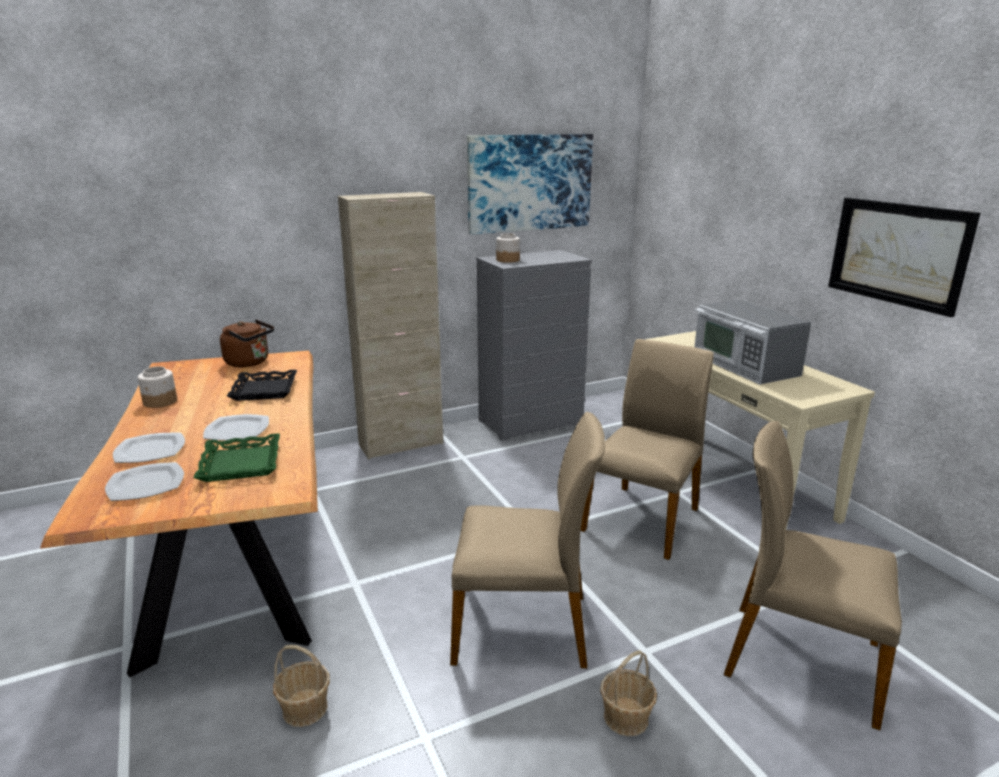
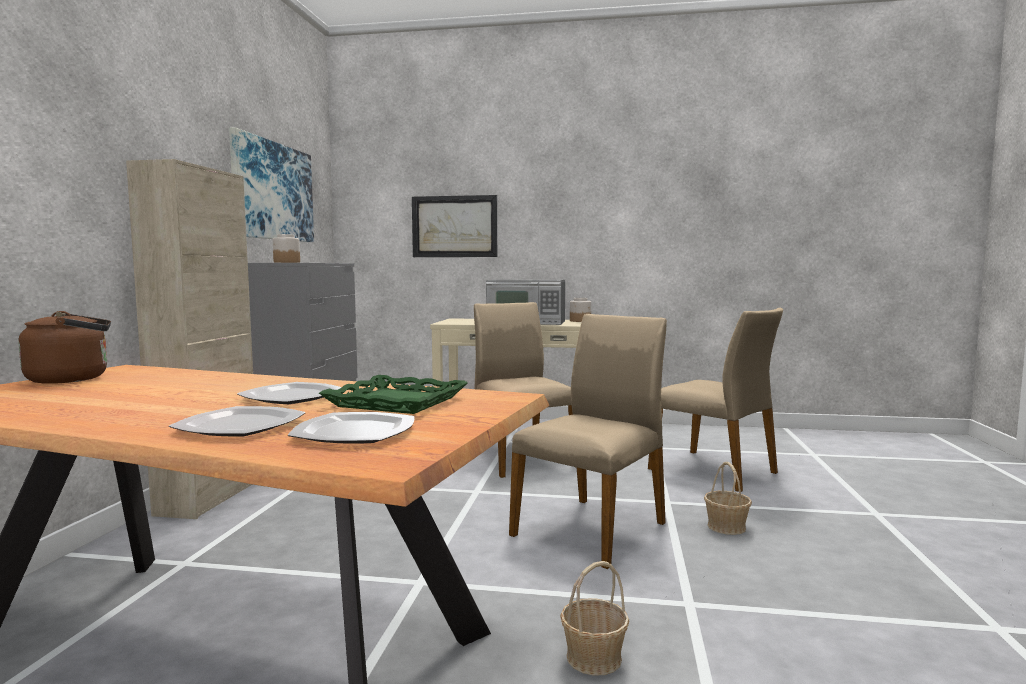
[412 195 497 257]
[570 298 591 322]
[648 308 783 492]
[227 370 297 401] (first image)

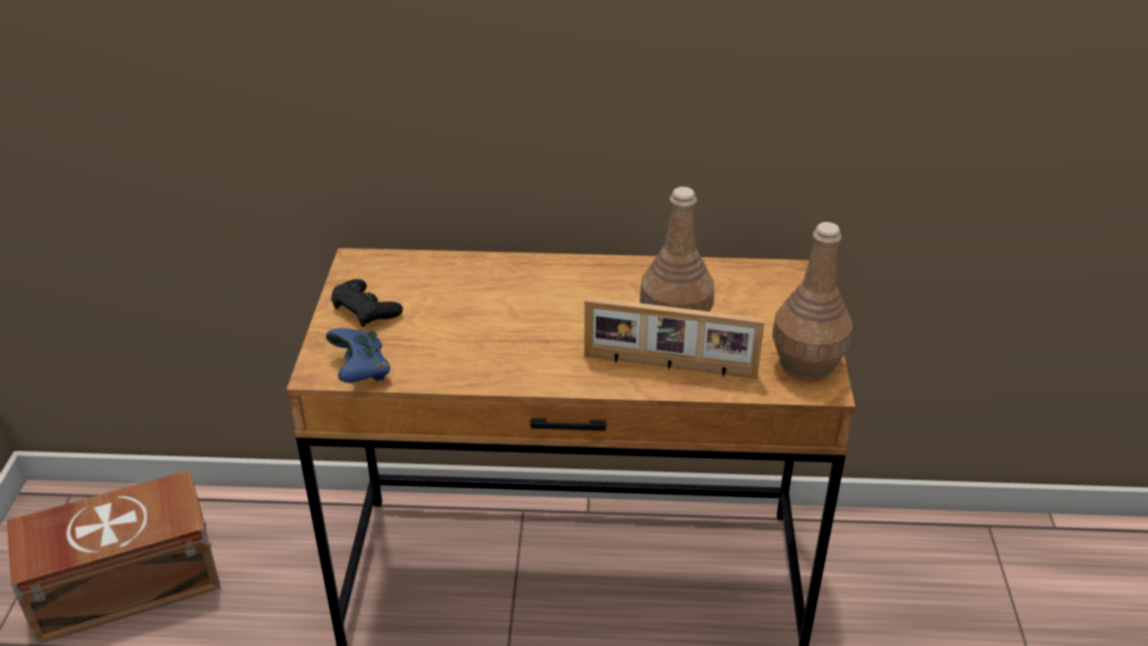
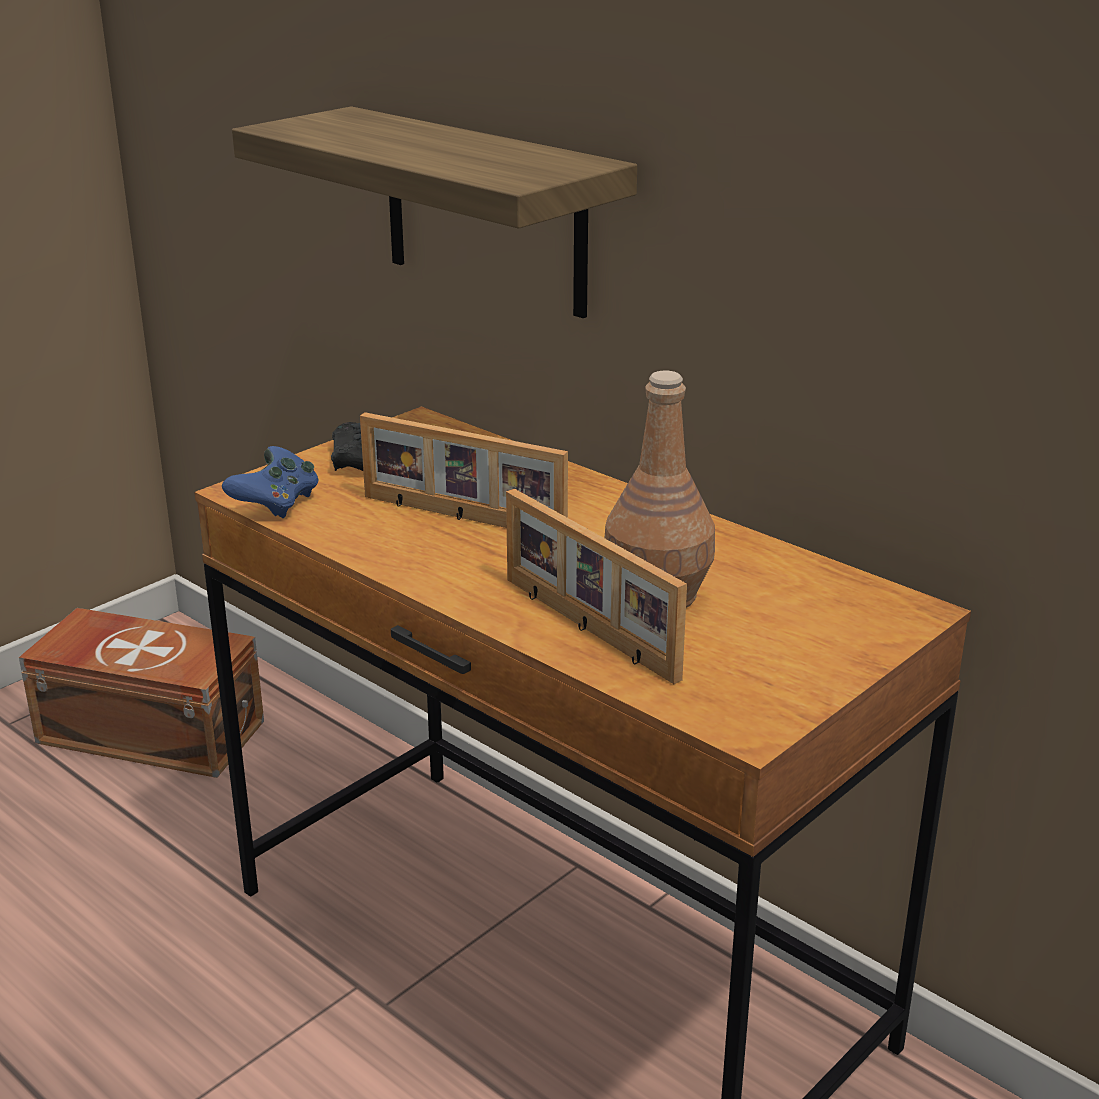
[232 106 637 318]
[360 412 568 528]
[772 222 852 381] (first image)

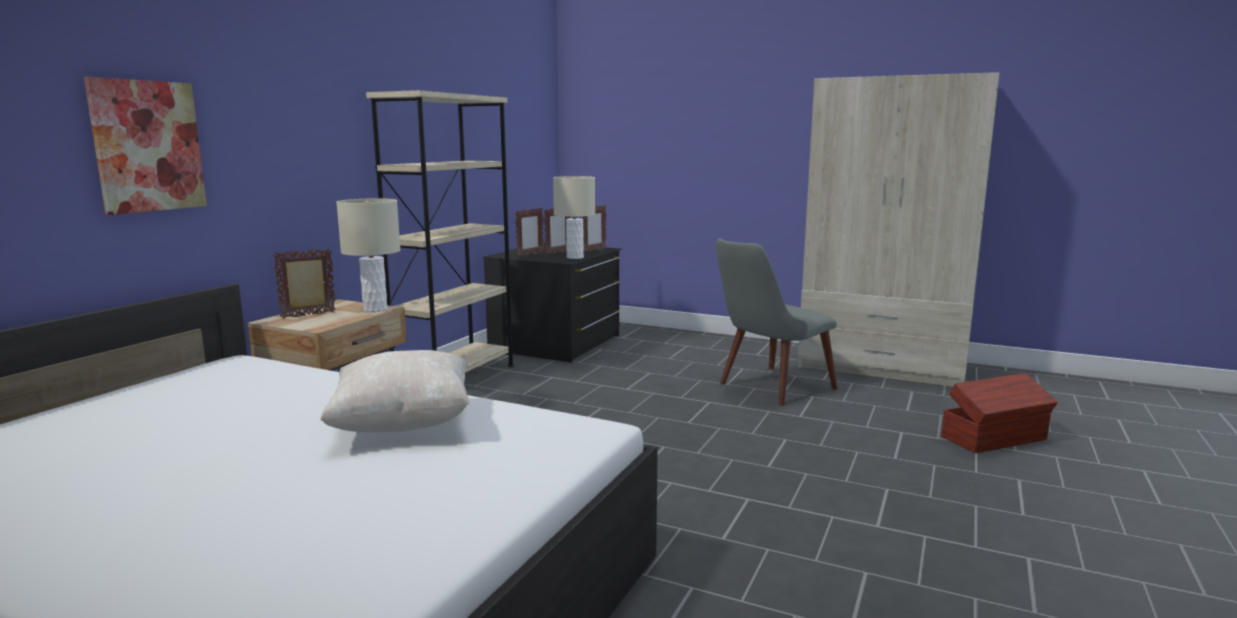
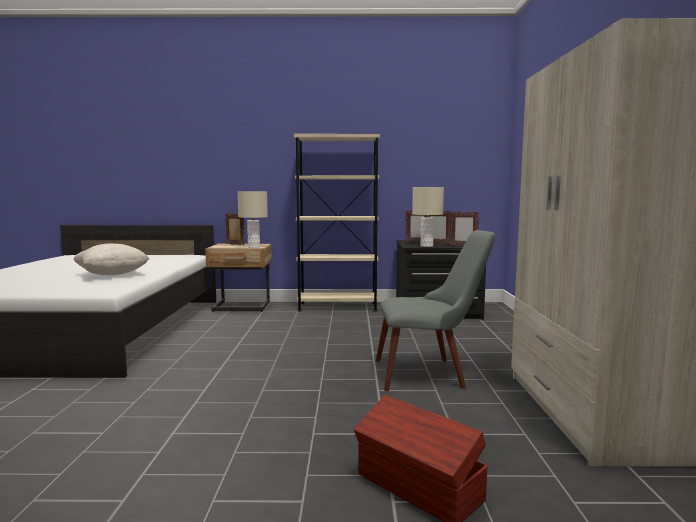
[376 230 495 391]
[84 77 207 215] (first image)

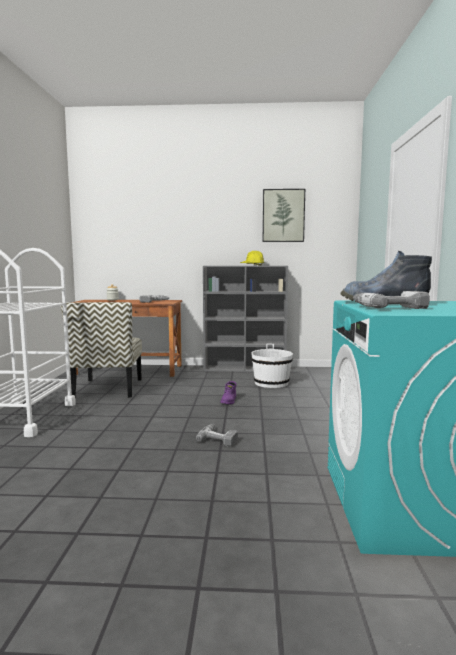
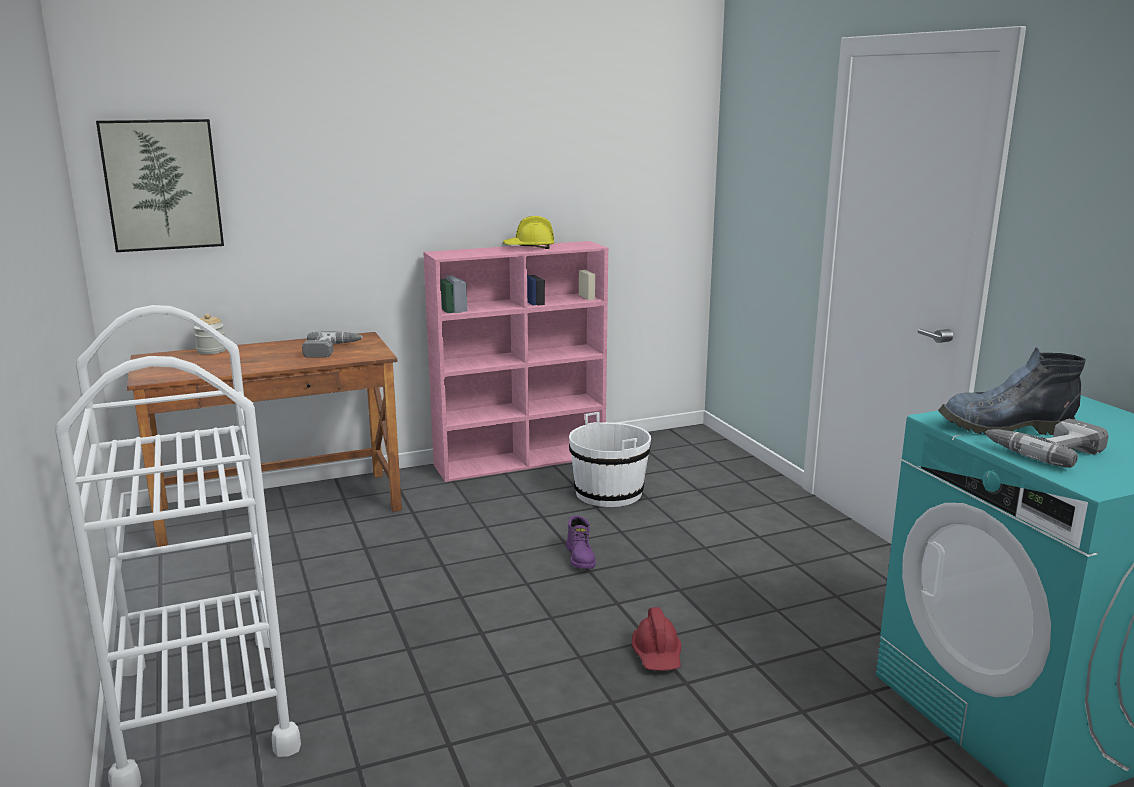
[96 119 224 252]
[423 241 608 482]
[632 607 681 671]
[61 302 142 398] (first image)

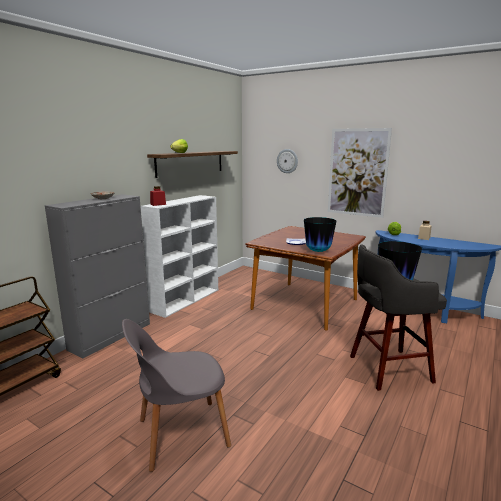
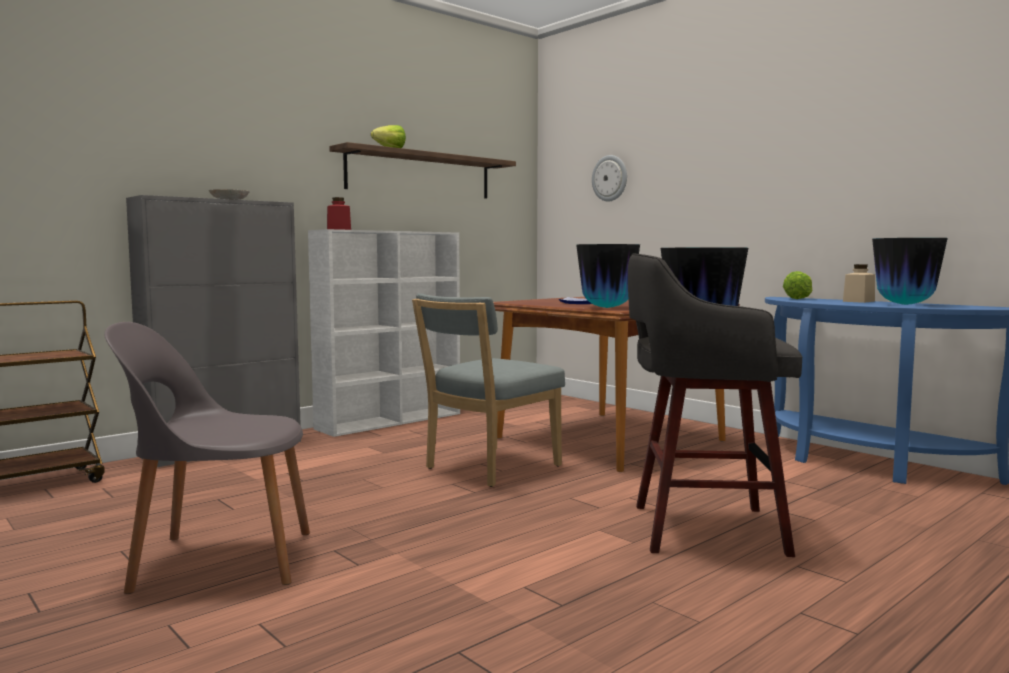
[412 293 565 487]
[872 238 948 305]
[328 128 392 218] (first image)

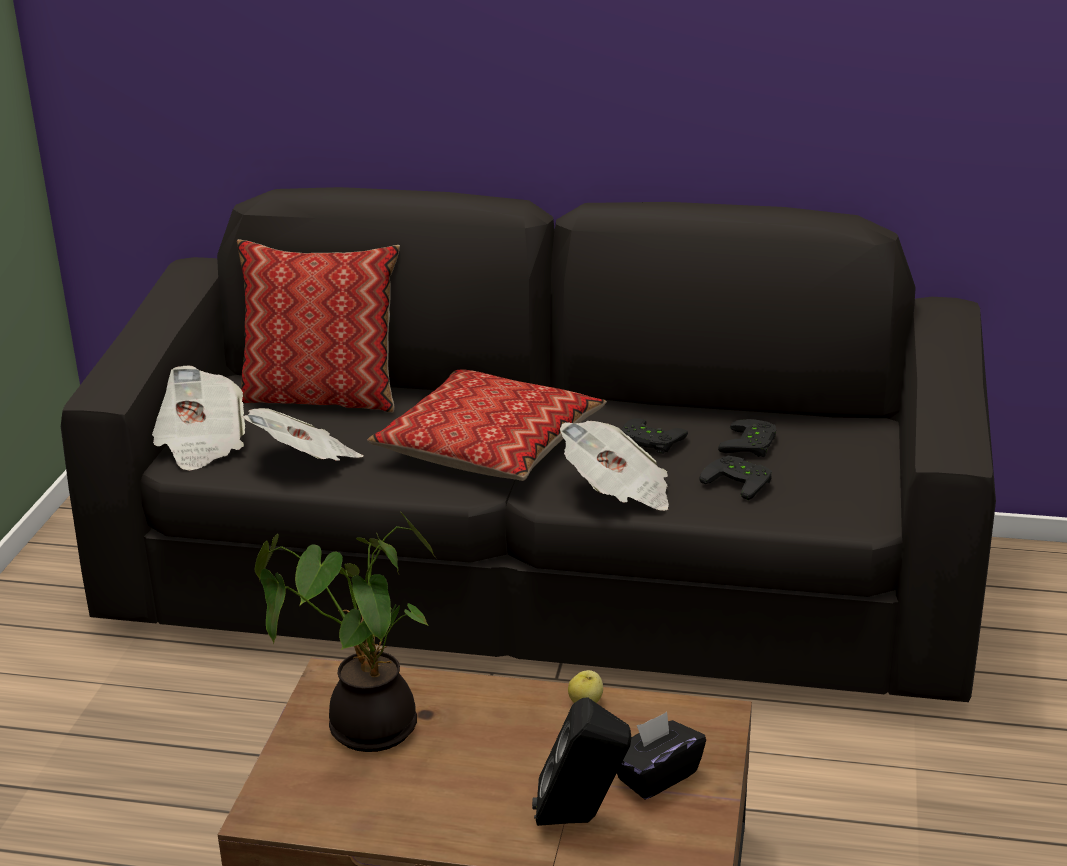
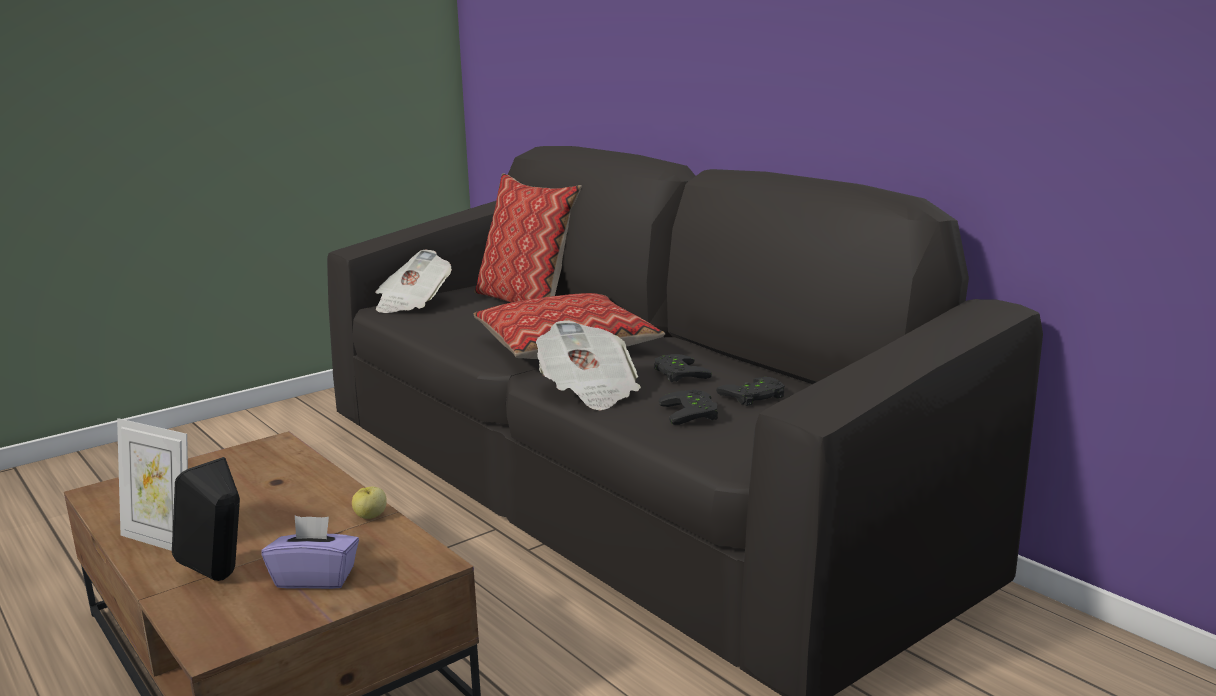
[117 418 188 551]
[261 516 359 589]
[242 408 363 461] (first image)
[255 513 437 752] (first image)

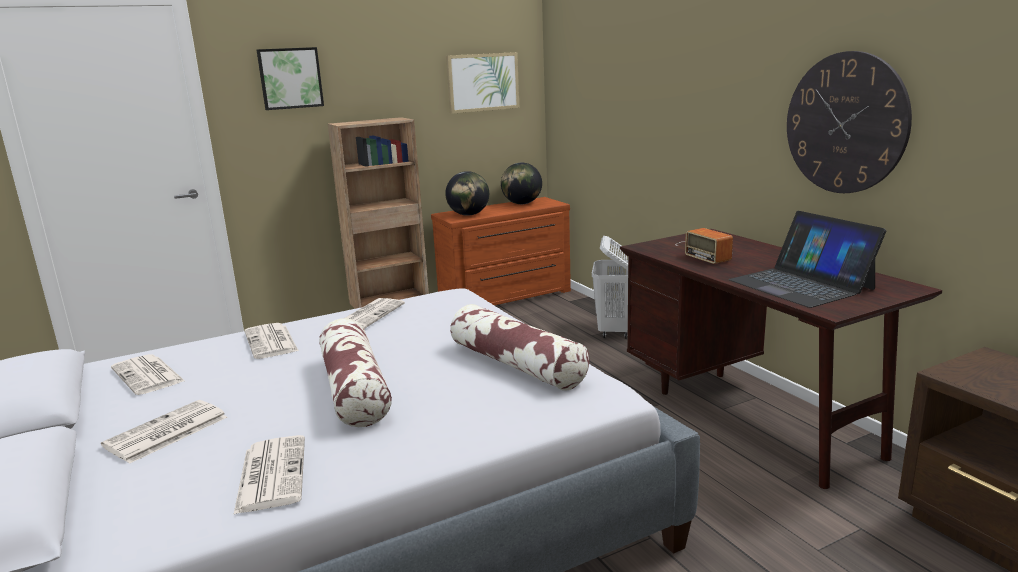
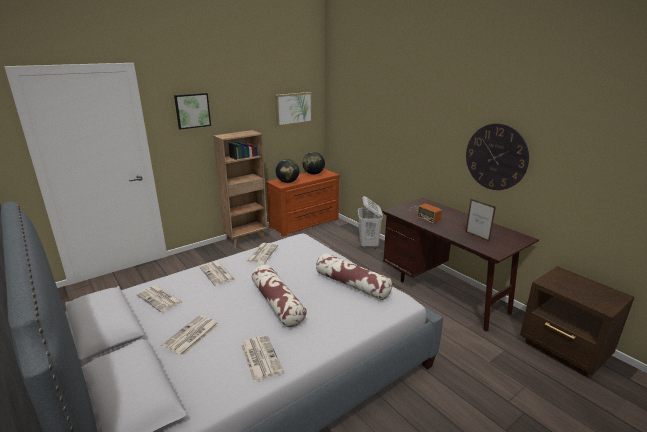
[466 199 496 242]

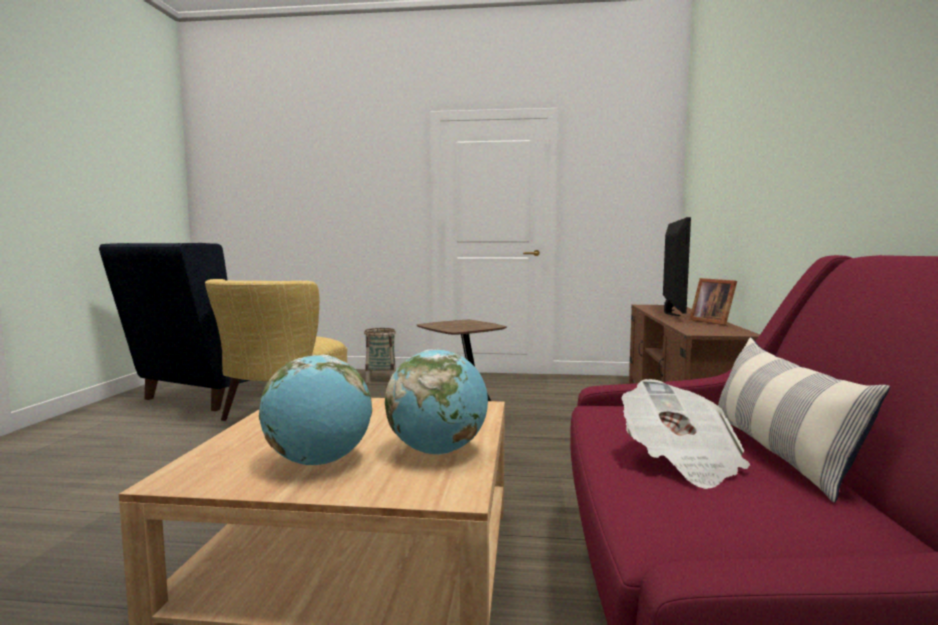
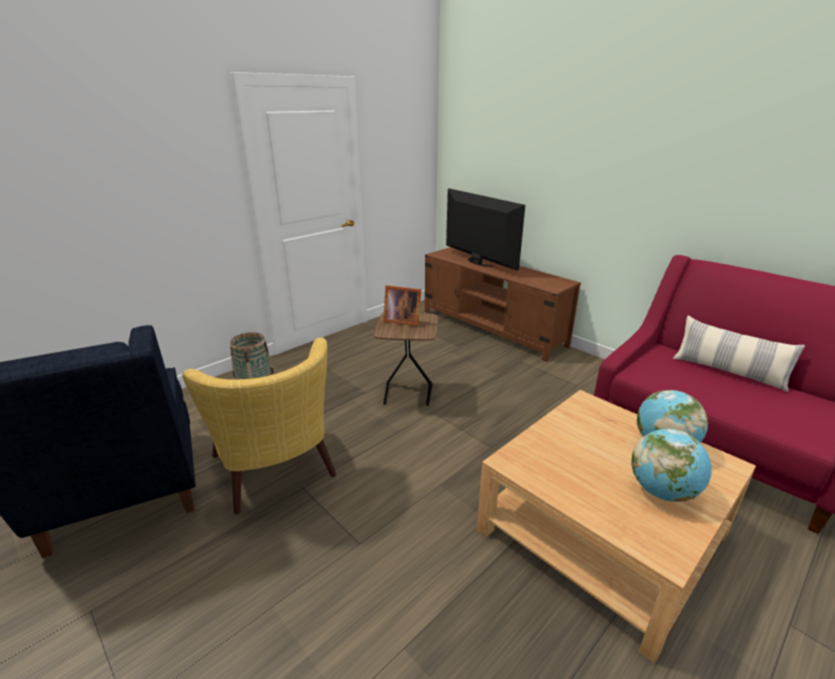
[383 285 421 326]
[621 379 750 489] (first image)

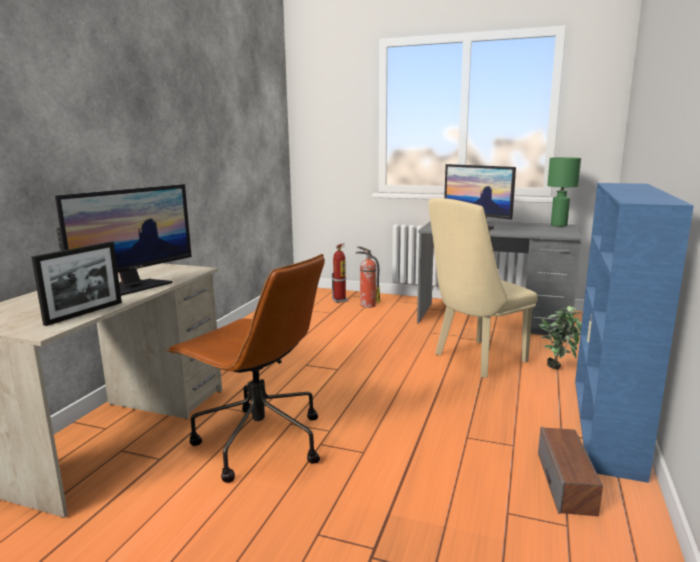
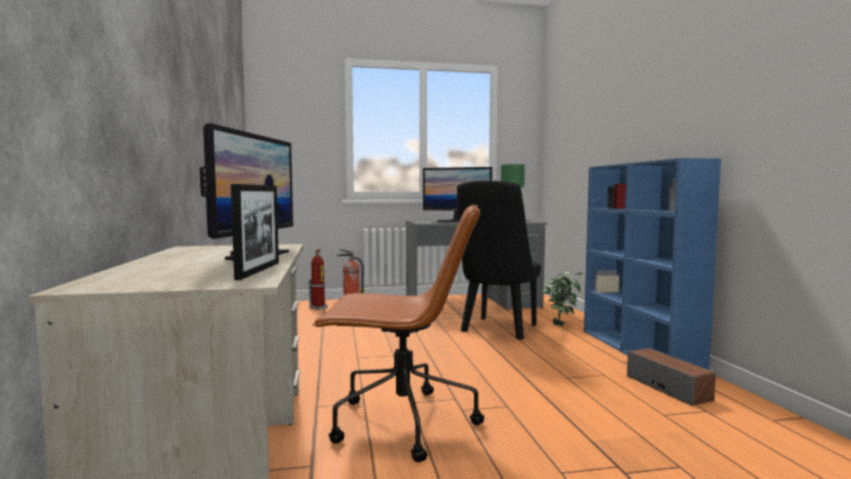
[457 180 541 340]

